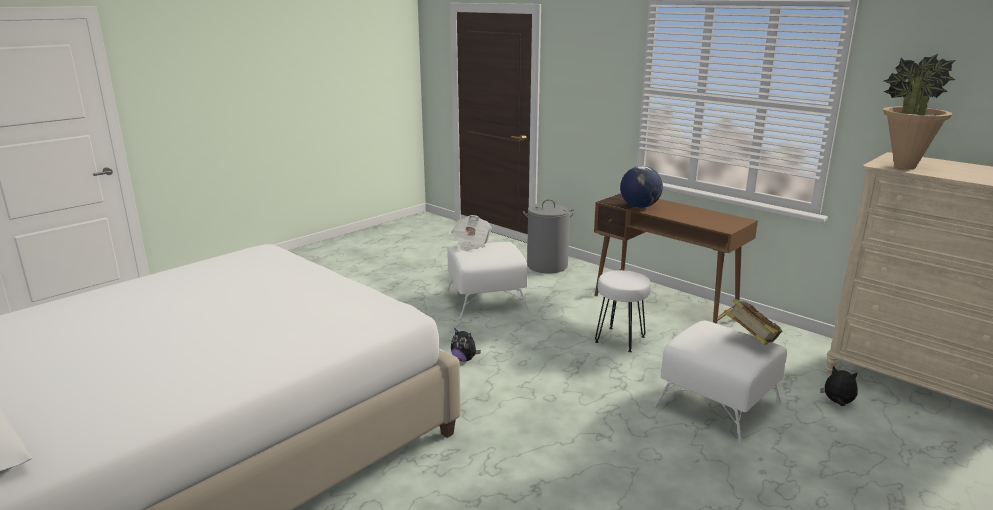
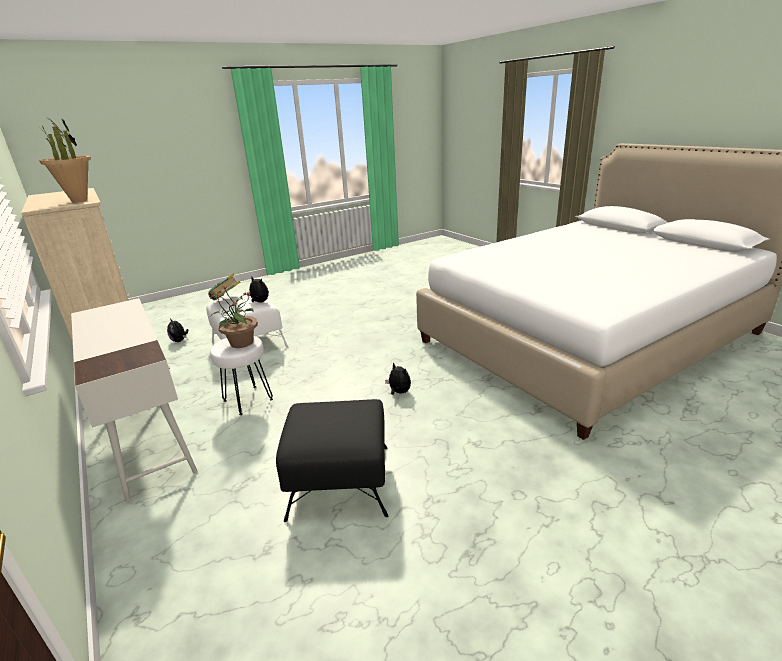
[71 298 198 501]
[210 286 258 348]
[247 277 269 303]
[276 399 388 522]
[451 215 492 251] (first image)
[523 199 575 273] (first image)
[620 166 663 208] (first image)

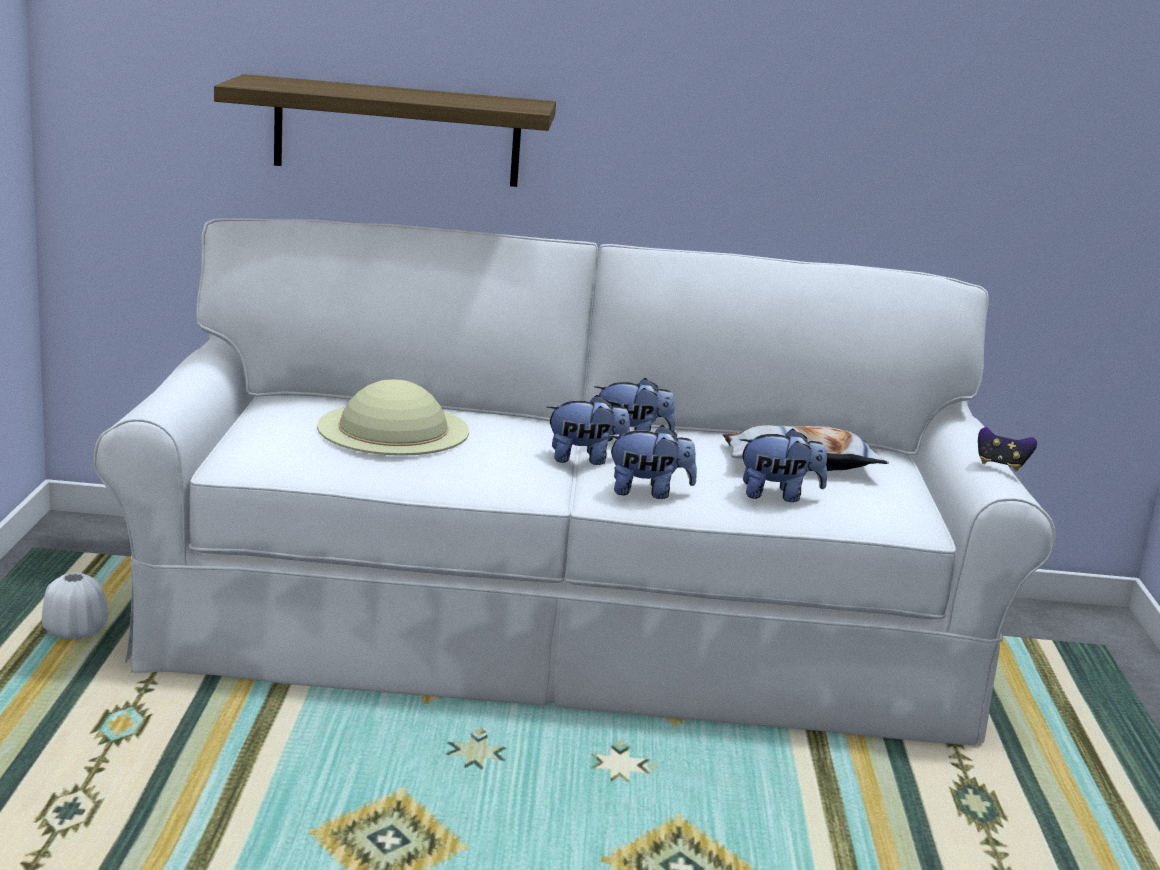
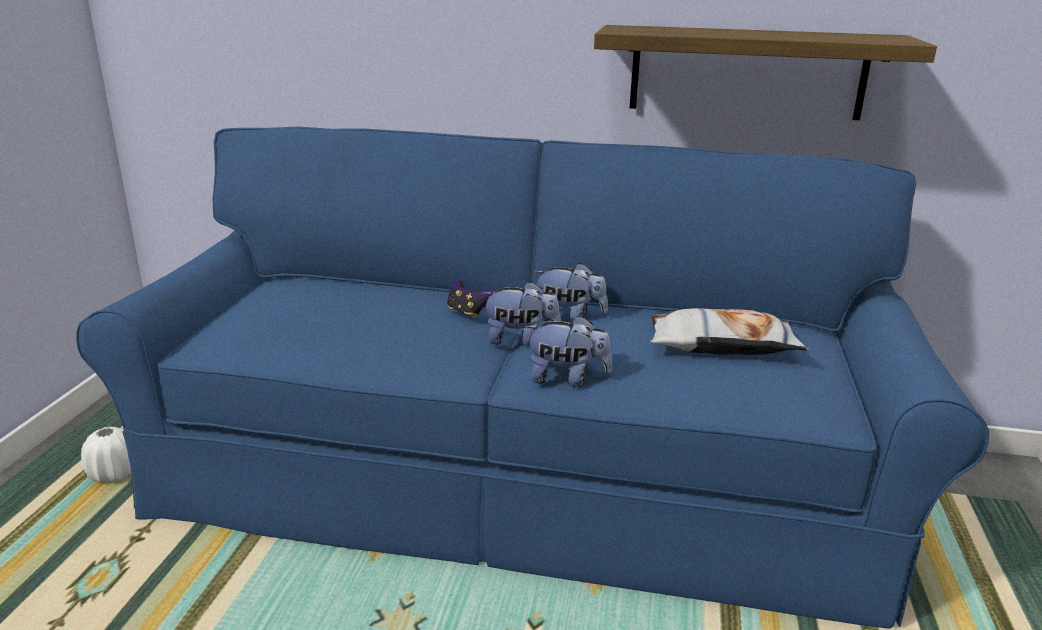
[76 127 989 629]
[447 280 494 318]
[594 25 937 120]
[317 379 469 456] (first image)
[739 429 827 502] (first image)

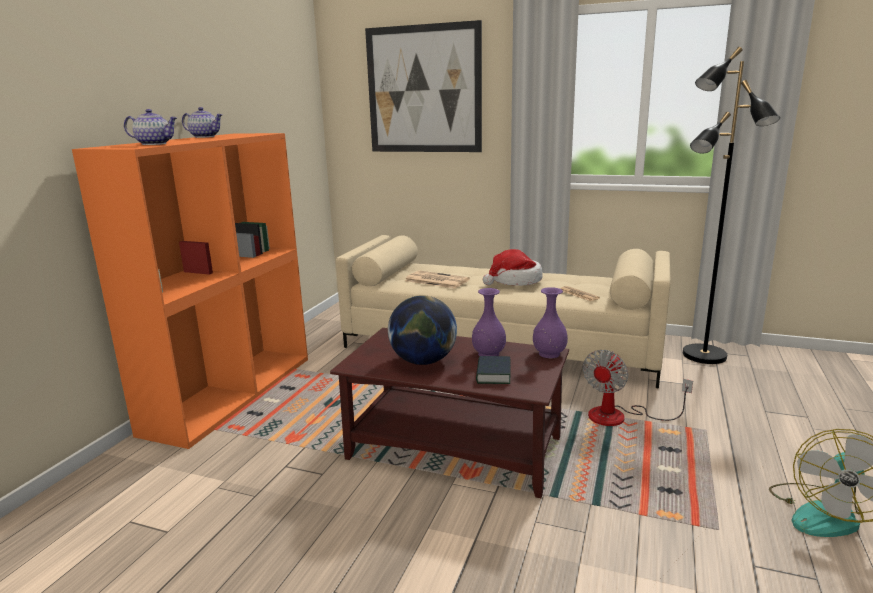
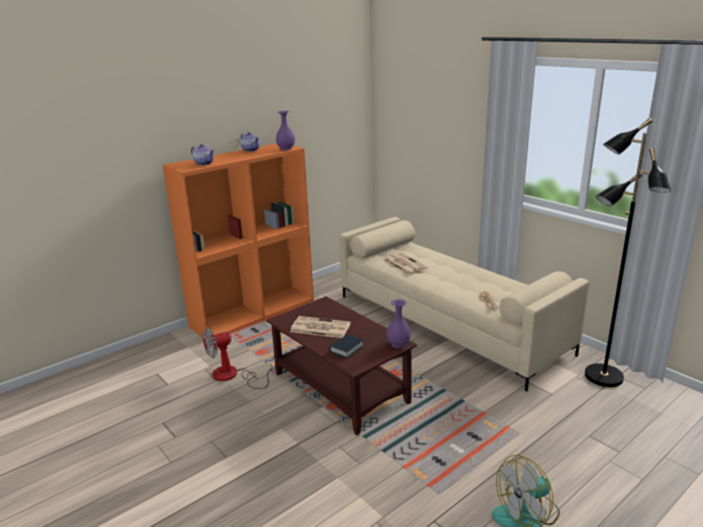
[202 328 274 389]
[276 111 295 150]
[290 316 351 338]
[365 20 482 152] (first image)
[483 249 542 286] (first image)

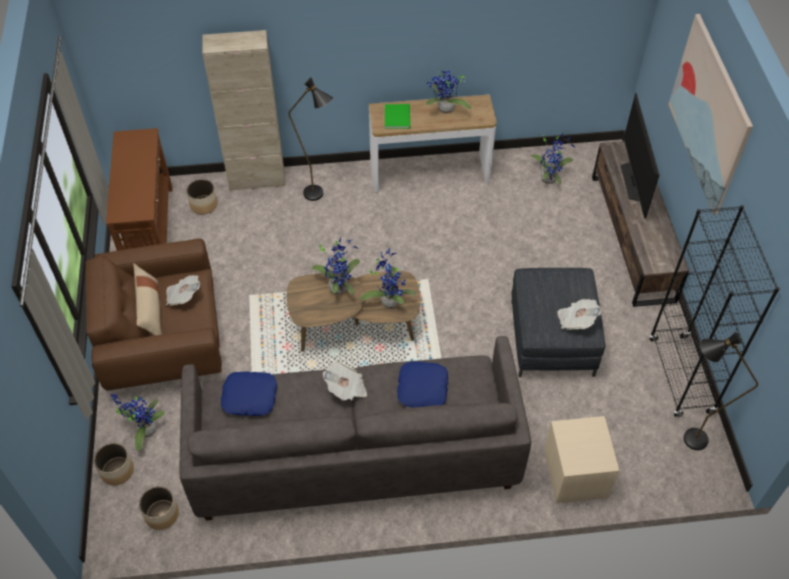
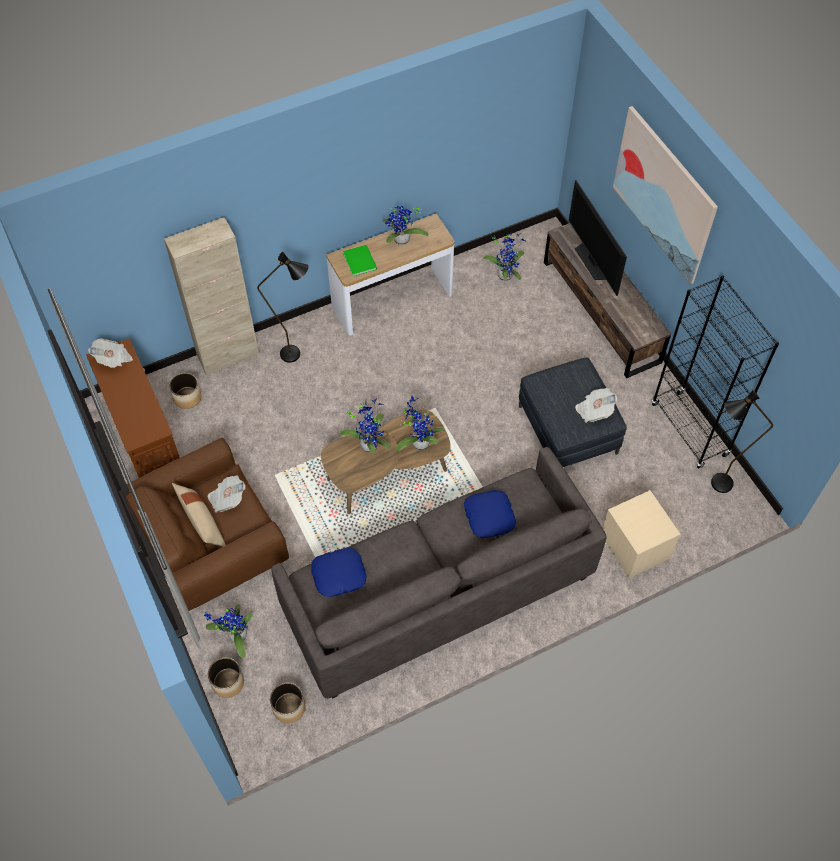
[88 338 133 368]

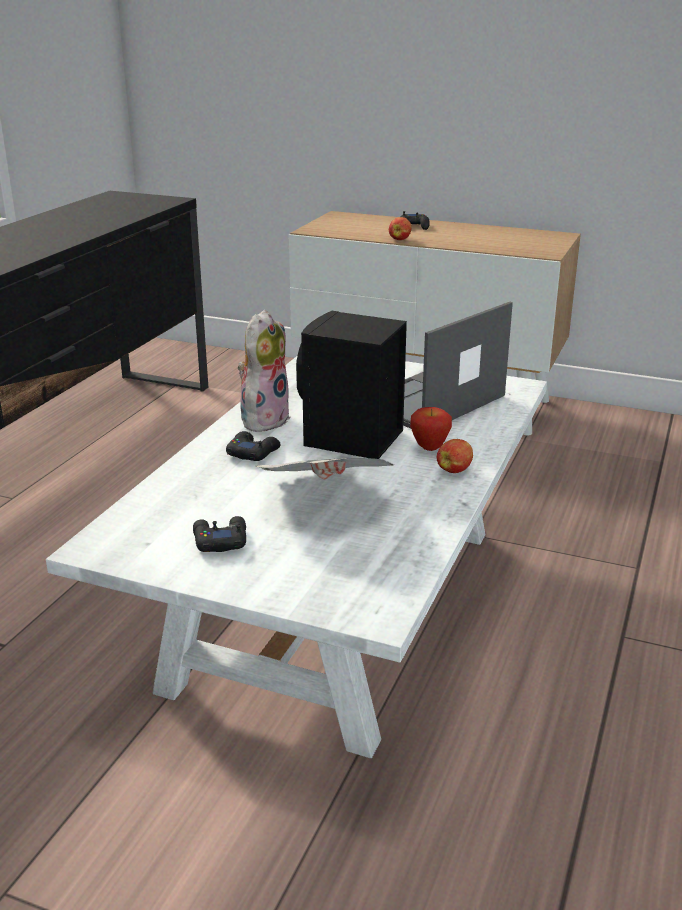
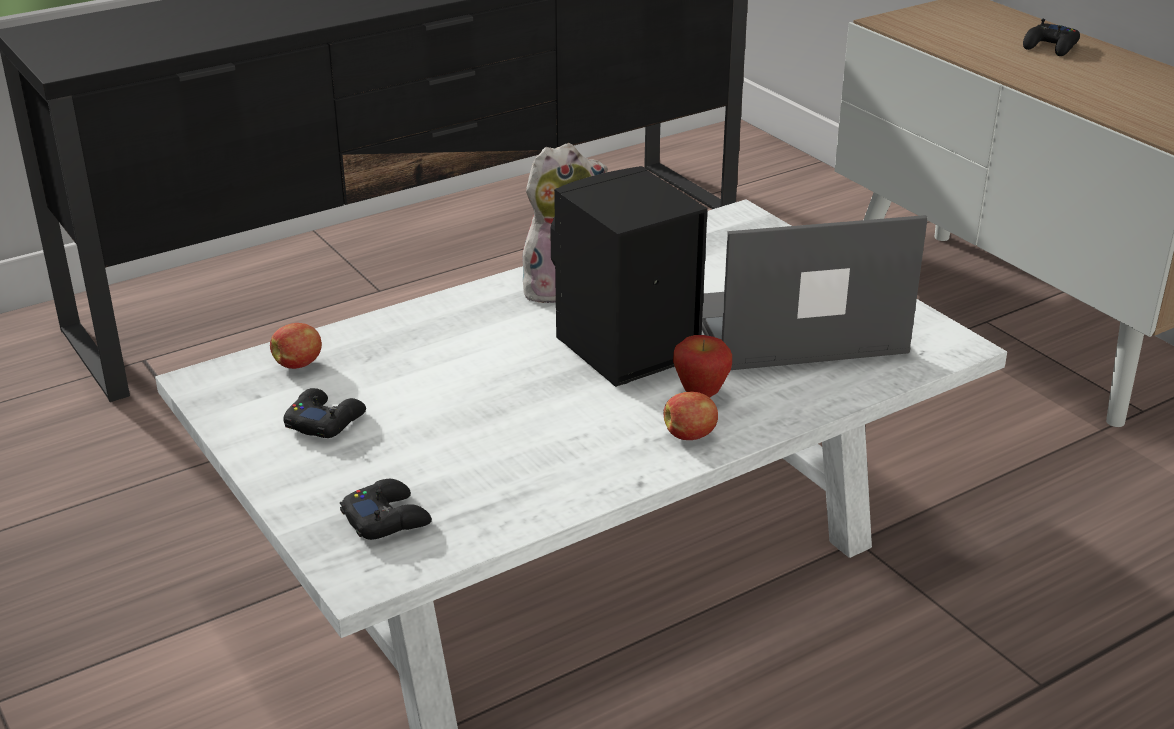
[270 323 322 369]
[340 479 432 540]
[256 458 394 479] (first image)

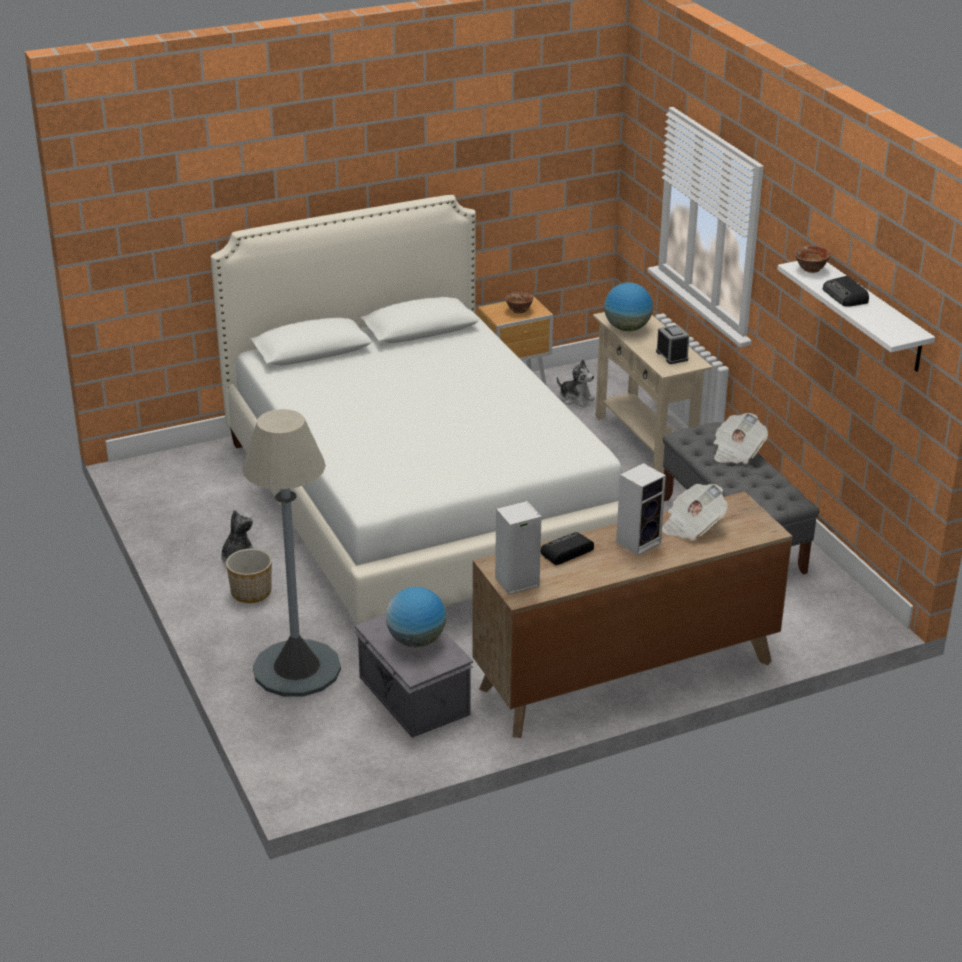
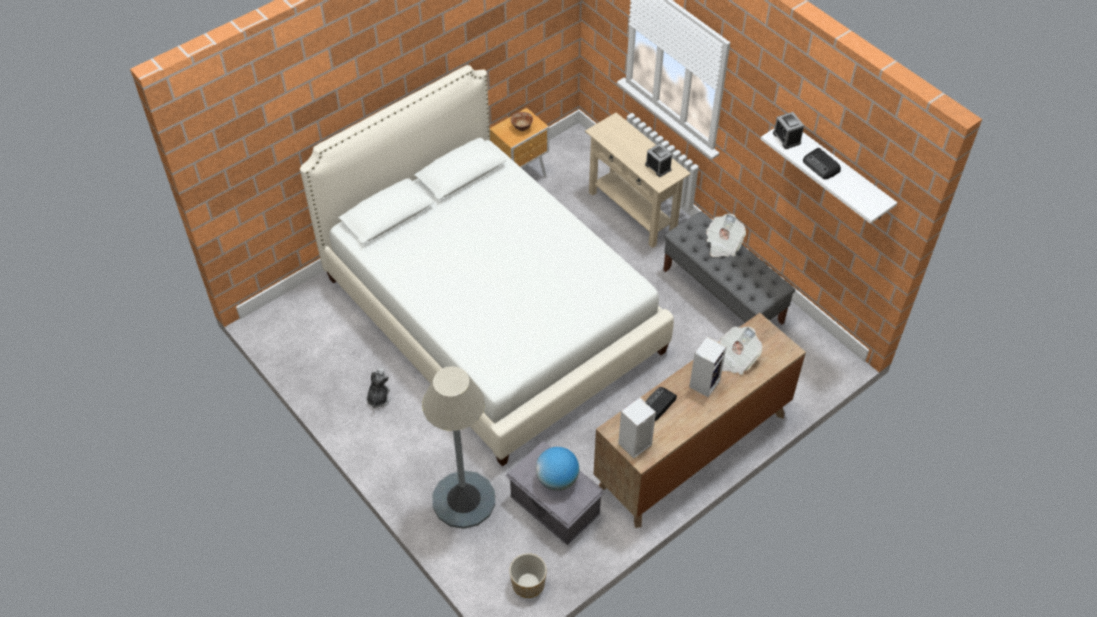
[509 553 547 598]
[773 112 804 149]
[557 360 595 407] (first image)
[604 283 653 331] (first image)

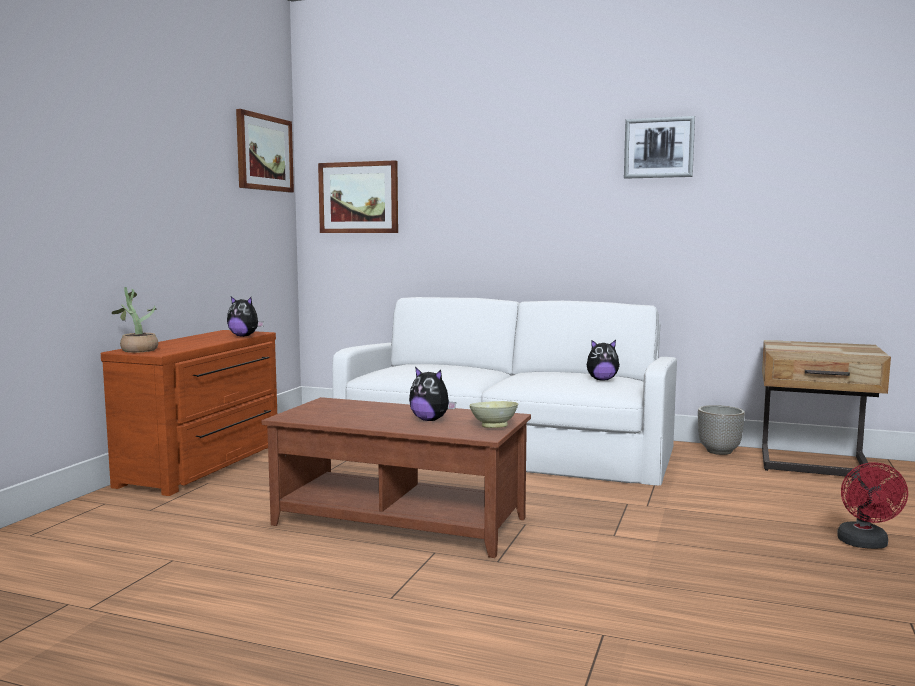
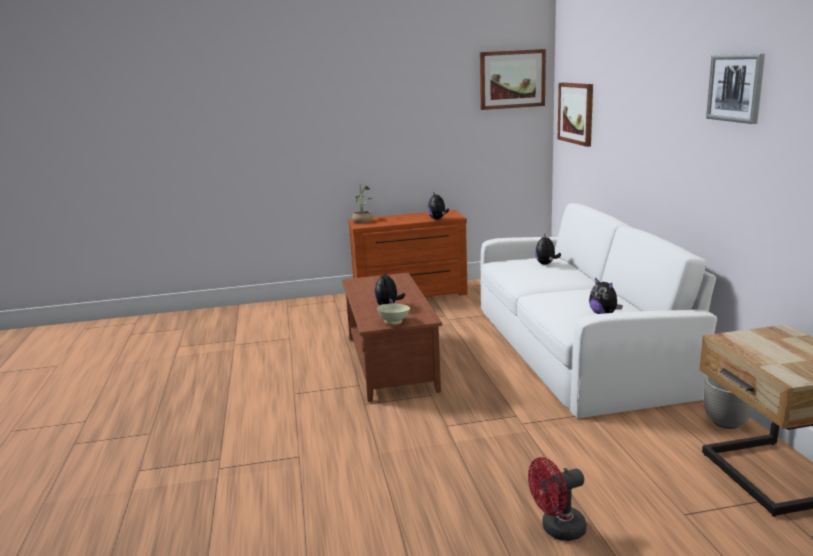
[535 233 561 265]

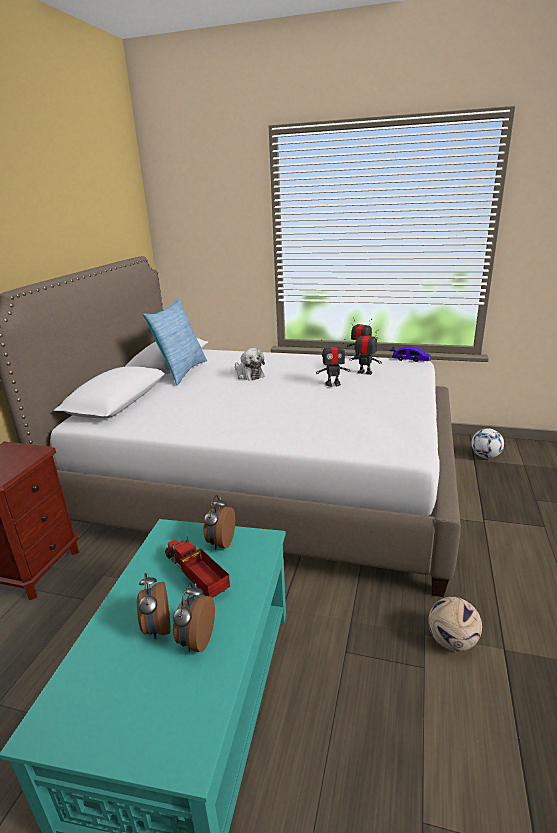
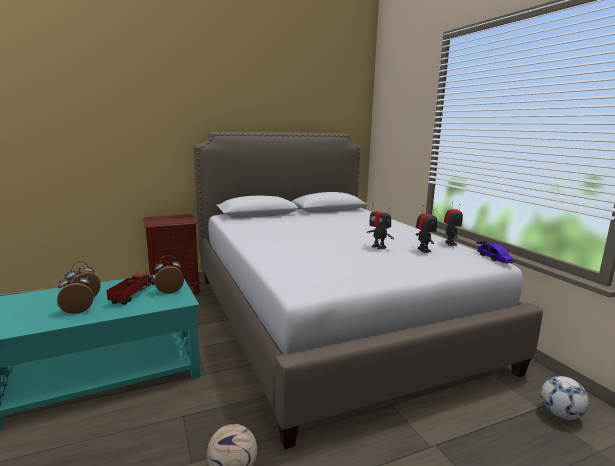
[143 298 207 386] (first image)
[235 348 265 381] (first image)

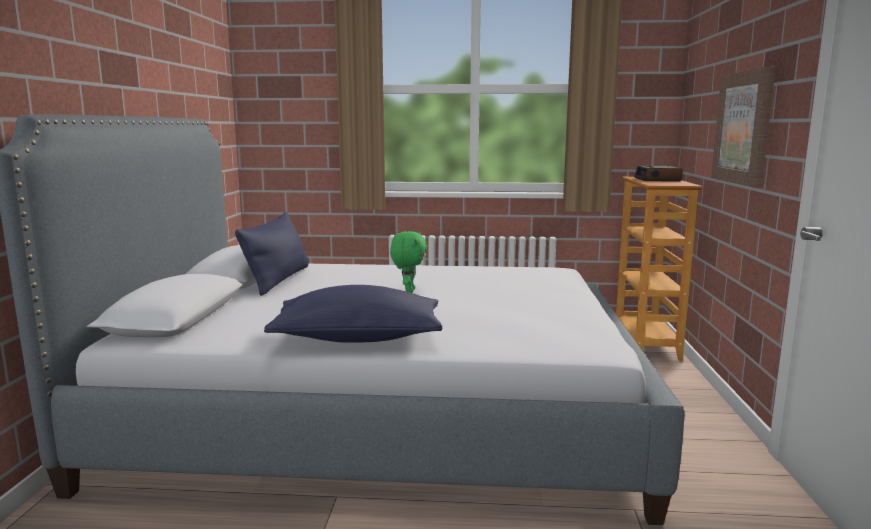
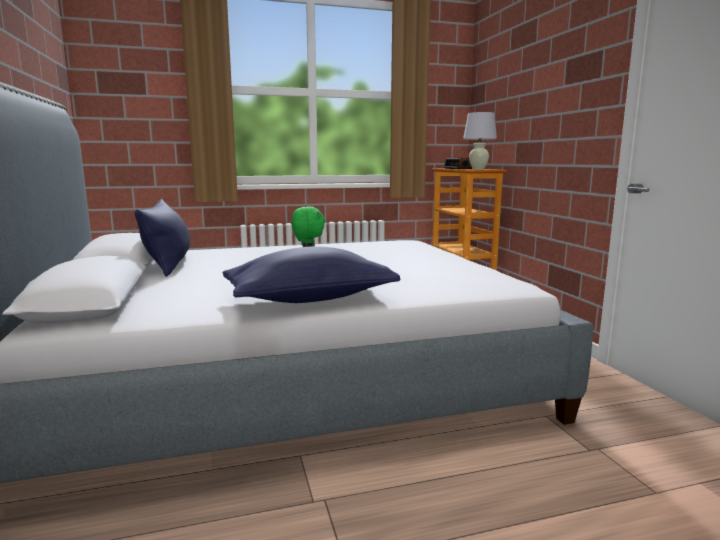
[463 112 497 170]
[711 66 776 187] (first image)

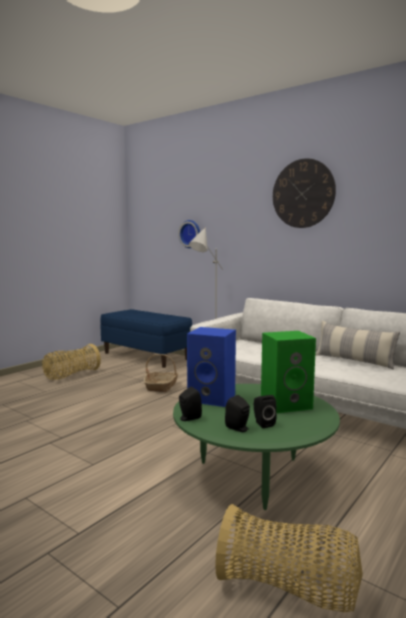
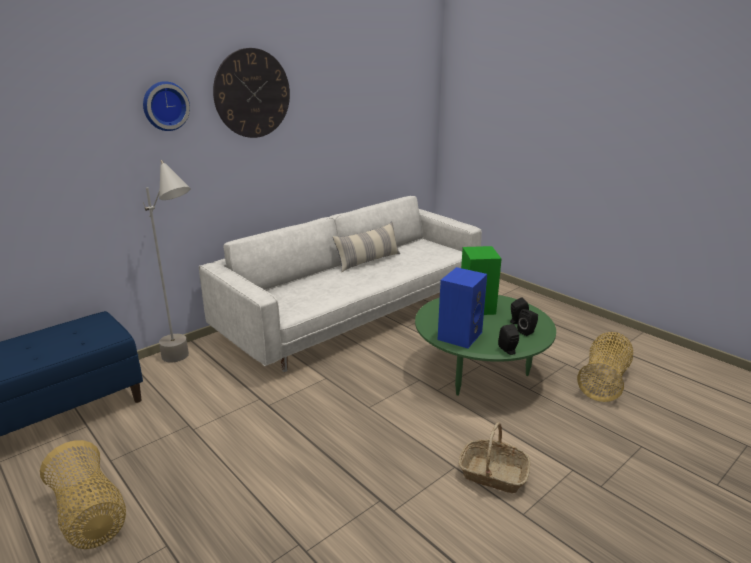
[143 81 190 131]
[459 422 530 493]

